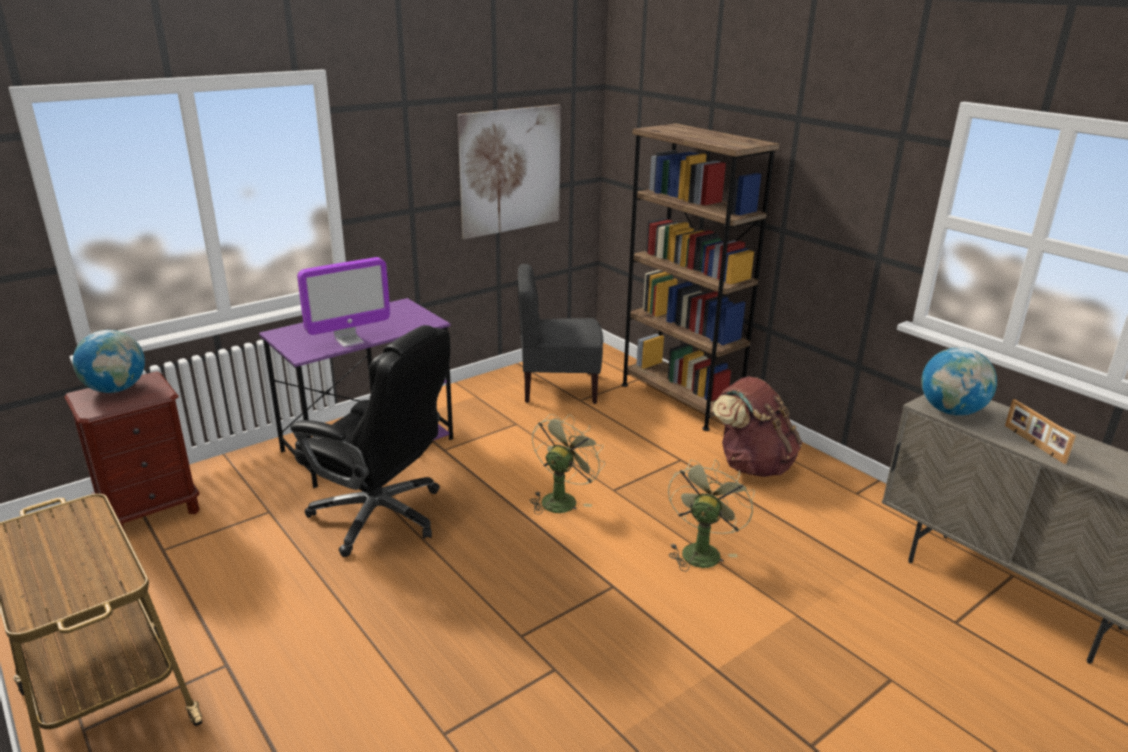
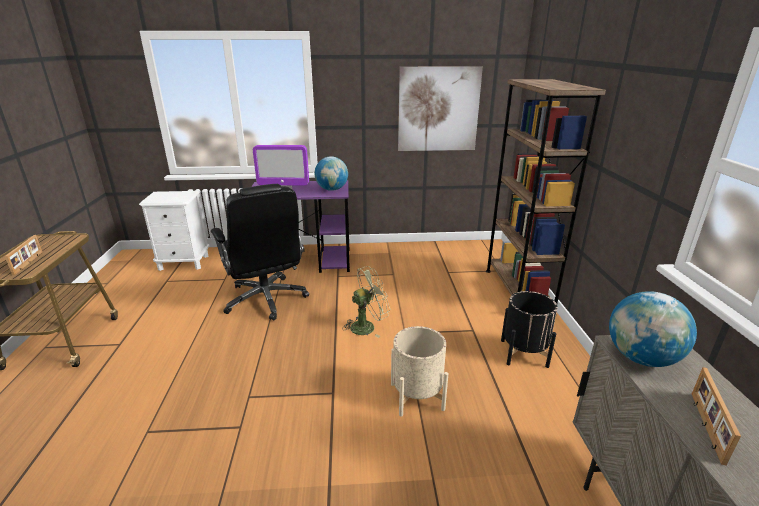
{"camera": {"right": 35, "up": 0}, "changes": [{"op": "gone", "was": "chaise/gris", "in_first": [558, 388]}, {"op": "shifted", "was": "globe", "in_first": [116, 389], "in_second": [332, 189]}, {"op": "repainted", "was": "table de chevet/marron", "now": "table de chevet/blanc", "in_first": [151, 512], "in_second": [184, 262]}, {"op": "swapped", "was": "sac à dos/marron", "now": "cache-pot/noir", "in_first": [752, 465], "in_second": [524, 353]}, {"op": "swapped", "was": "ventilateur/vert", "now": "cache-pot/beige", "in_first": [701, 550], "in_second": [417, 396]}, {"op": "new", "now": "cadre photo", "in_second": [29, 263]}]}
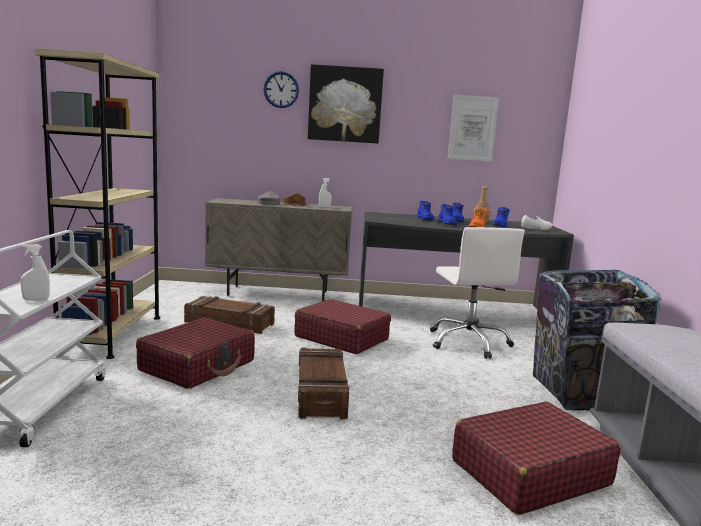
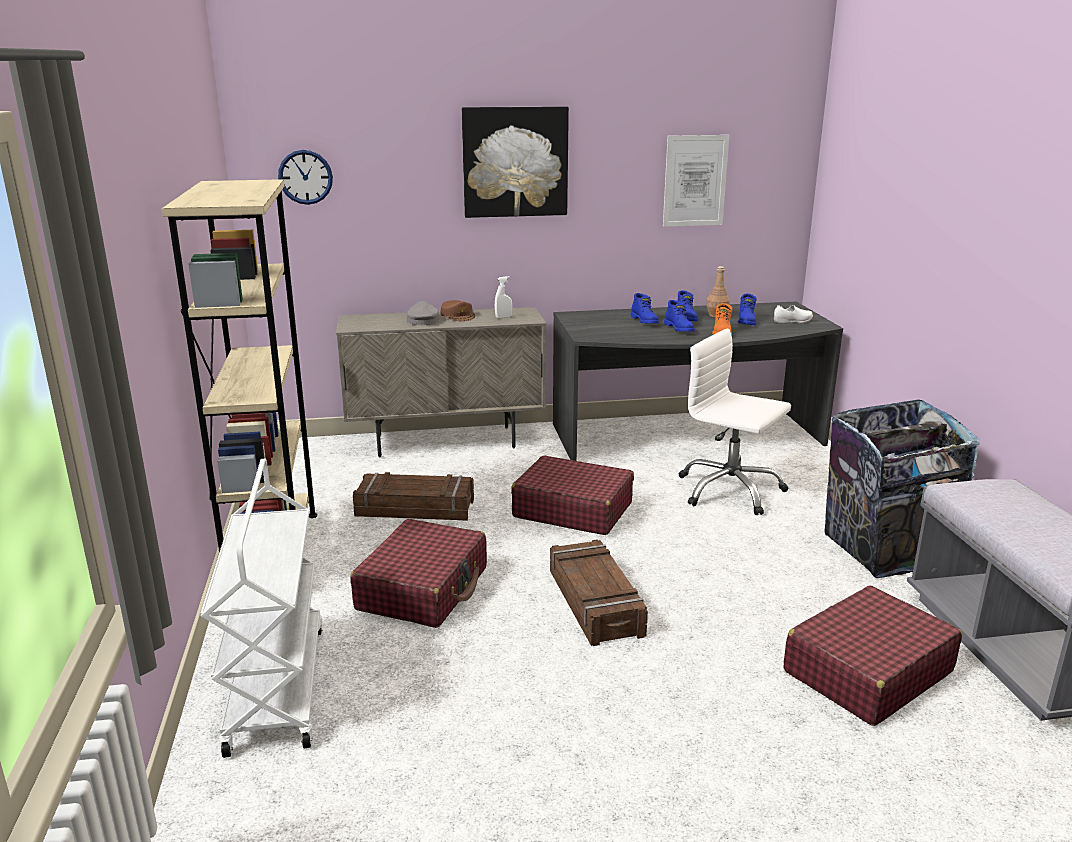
{"camera": {"right": -10, "up": 10}, "changes": [{"op": "shifted", "was": "horloge murale", "in_first": [281, 89], "in_second": [305, 177]}, {"op": "rotated", "was": "chaise de bureau/blanc", "in_first": [469, 342], "in_second": [729, 490], "clockwise": 150}, {"op": "gone", "was": "vaporisateur/blanc", "in_first": [36, 299]}]}
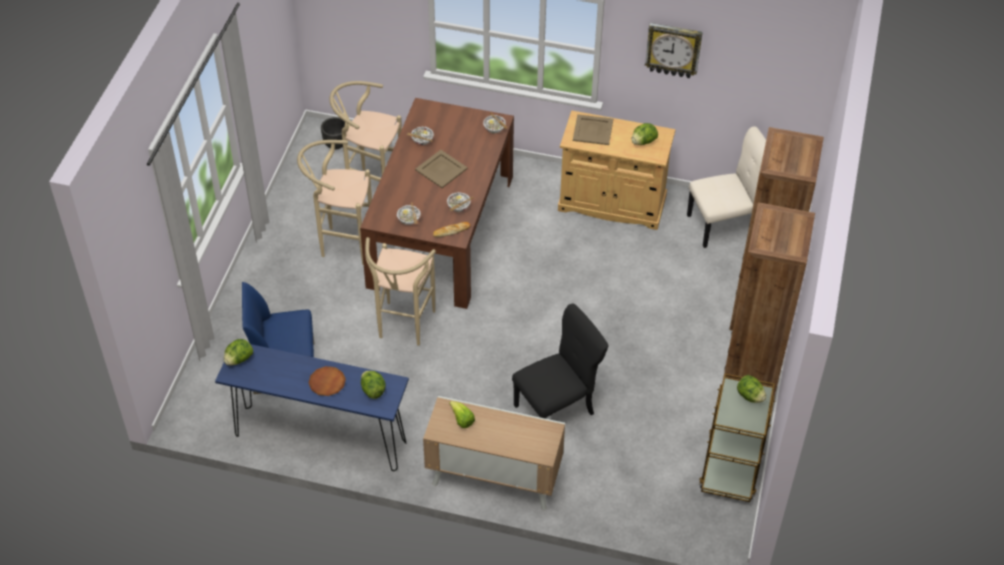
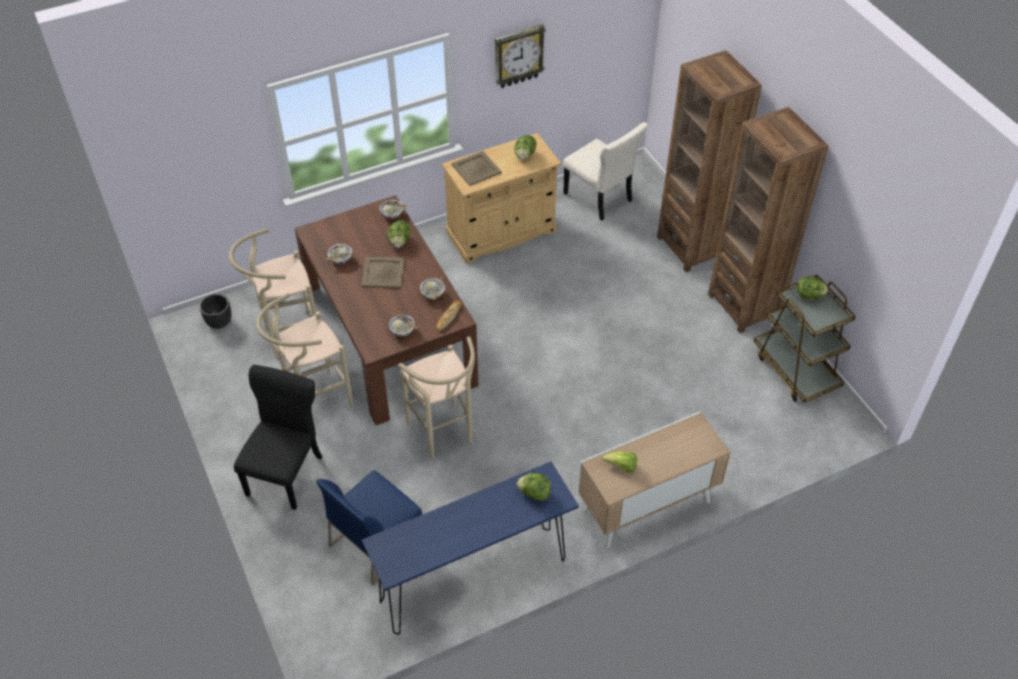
{"camera": {"right": -40, "up": 0}, "changes": [{"op": "rotated", "was": "chaise/beige", "in_first": [725, 225], "in_second": [599, 198], "clockwise": 105}, {"op": "shifted", "was": "chaise/noir", "in_first": [557, 408], "in_second": [286, 473]}, {"op": "shifted", "was": "laitue", "in_first": [239, 359], "in_second": [399, 242]}, {"op": "gone", "was": "assiette/marron", "in_first": [327, 383]}]}
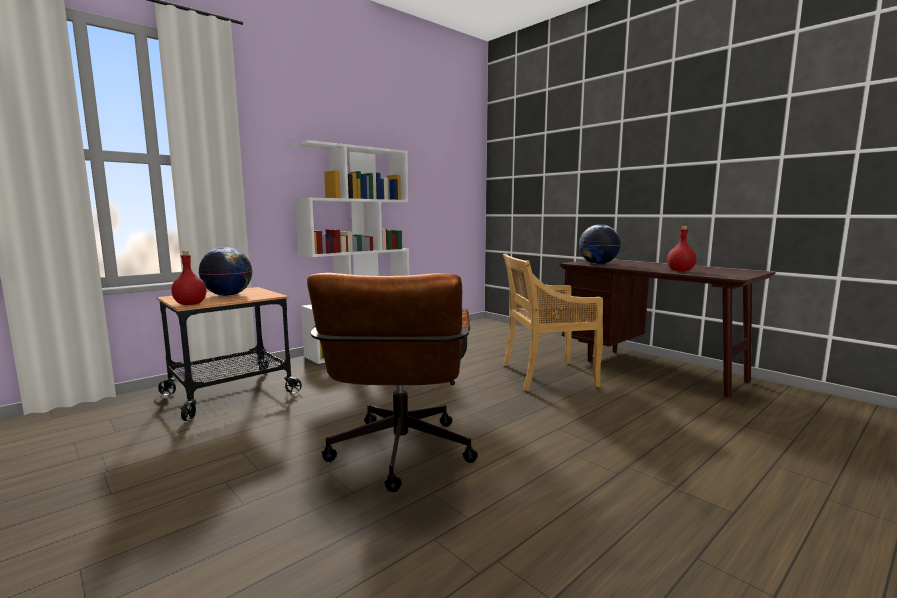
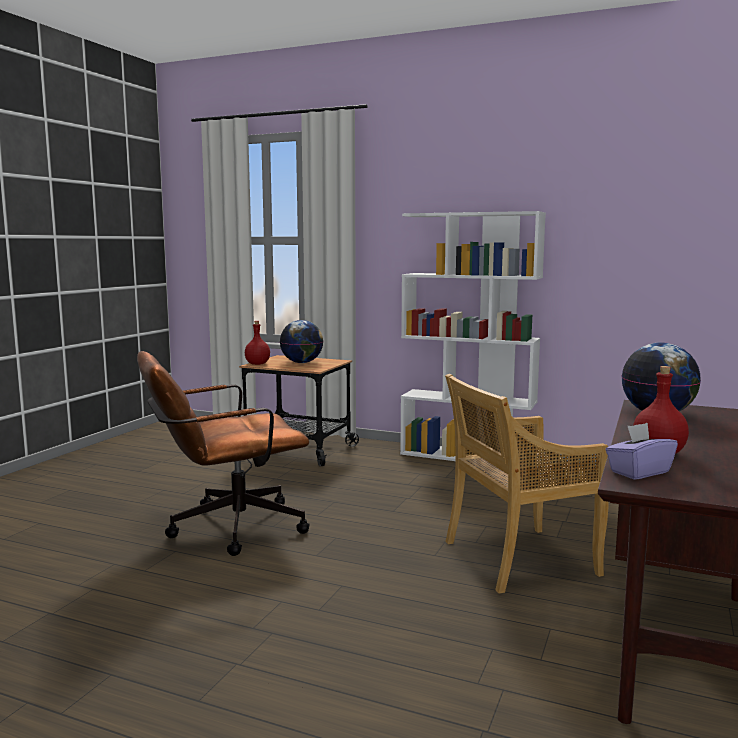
{"camera": {"right": 65, "up": 0}, "changes": [{"op": "rotated", "was": "chaise/beige", "in_first": [546, 375], "in_second": [517, 559], "clockwise": -75}, {"op": "new", "now": "boîte à mouchoirs/violet", "in_second": [639, 472]}]}
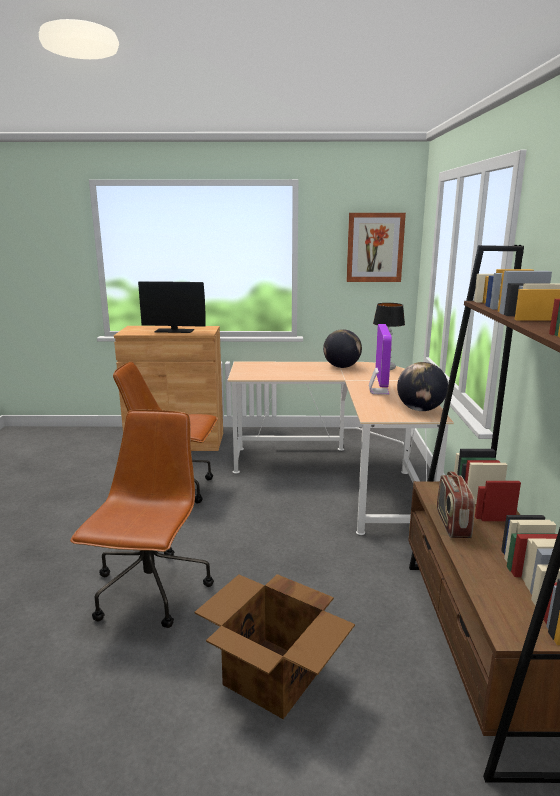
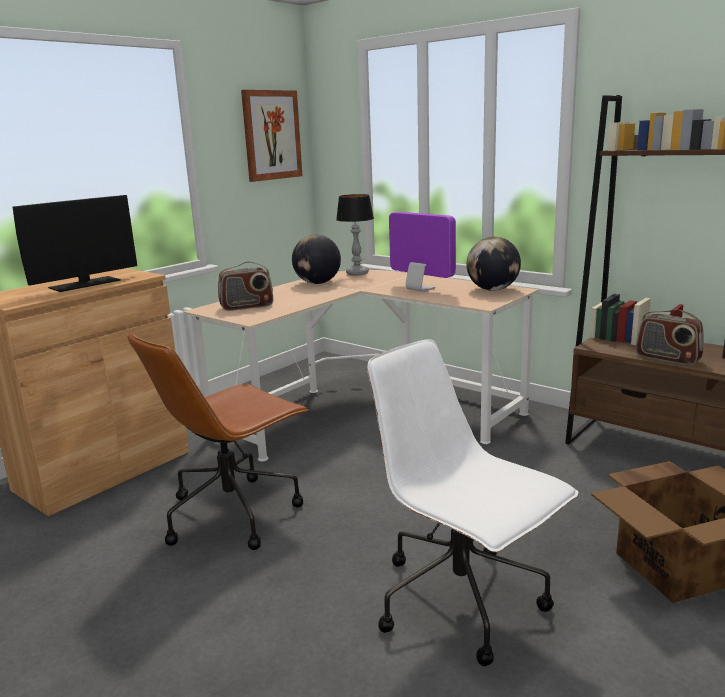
{"camera": {"right": -50, "up": 0}, "changes": [{"op": "repainted", "was": "chaise de bureau/marron", "now": "chaise de bureau/blanc", "in_first": [150, 592], "in_second": [463, 602]}, {"op": "new", "now": "radio", "in_second": [247, 306]}]}
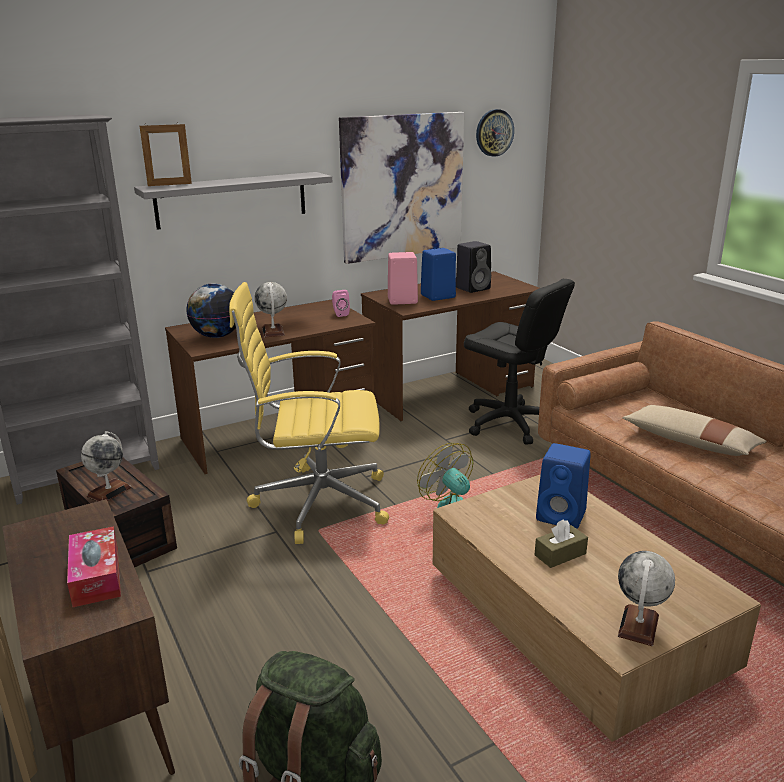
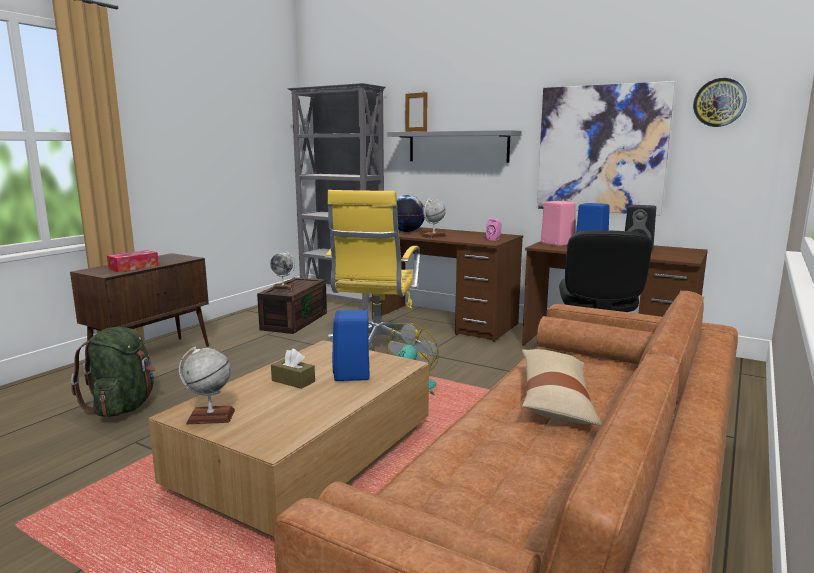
{"camera": {"right": 60, "up": -10}, "changes": [{"op": "rotated", "was": "chaise de bureau/jaune", "in_first": [317, 502], "in_second": [376, 349], "clockwise": -135}]}
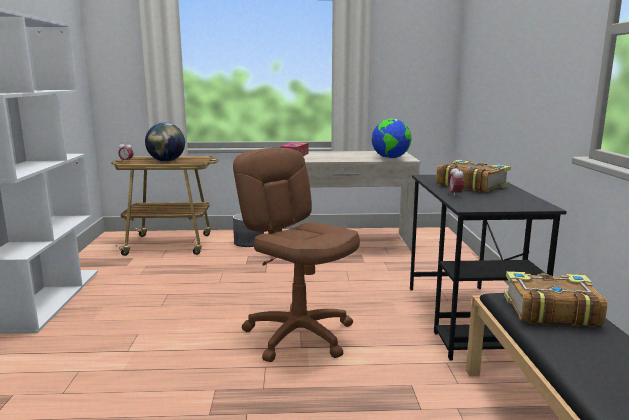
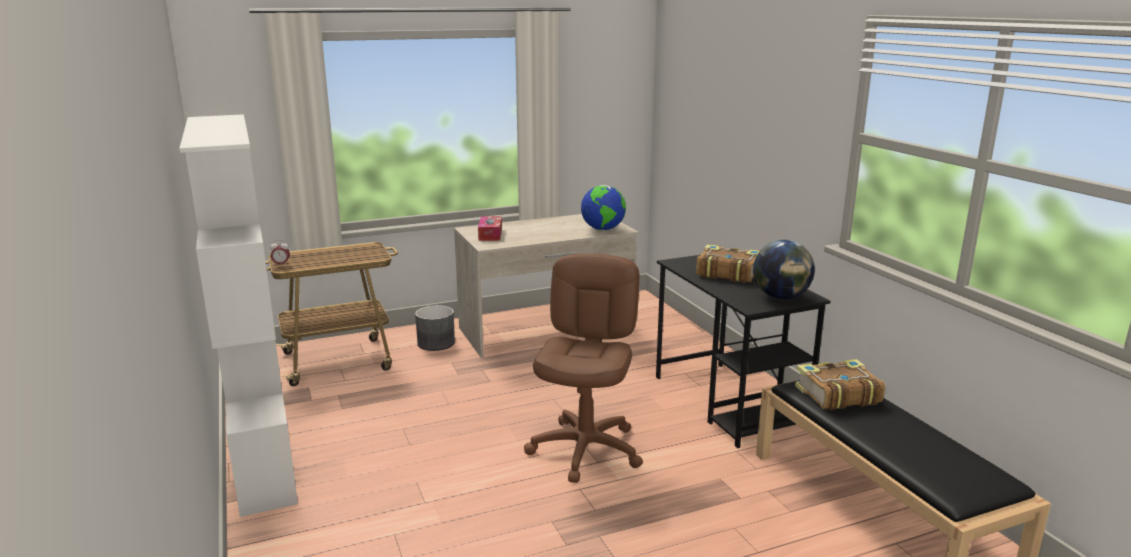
{"camera": {"right": -20, "up": 5}, "changes": [{"op": "shifted", "was": "globe", "in_first": [166, 161], "in_second": [781, 297]}, {"op": "rotated", "was": "chaise de bureau/marron", "in_first": [299, 335], "in_second": [586, 450], "clockwise": 75}, {"op": "gone", "was": "réveil", "in_first": [455, 195]}]}
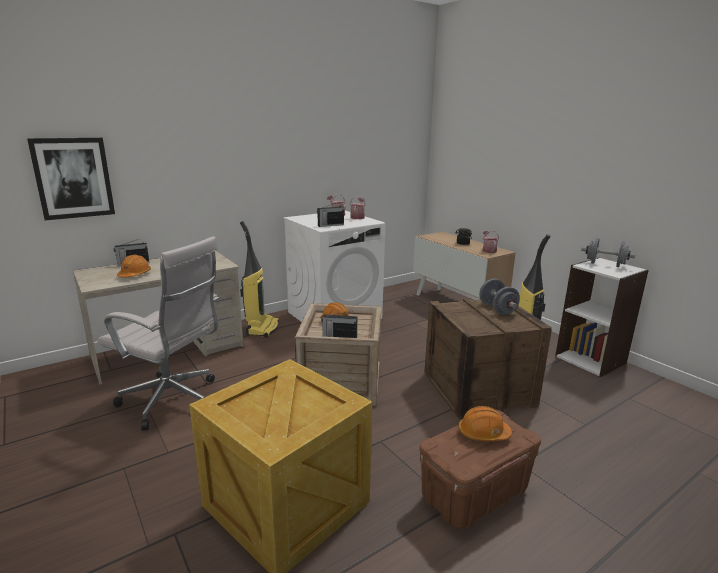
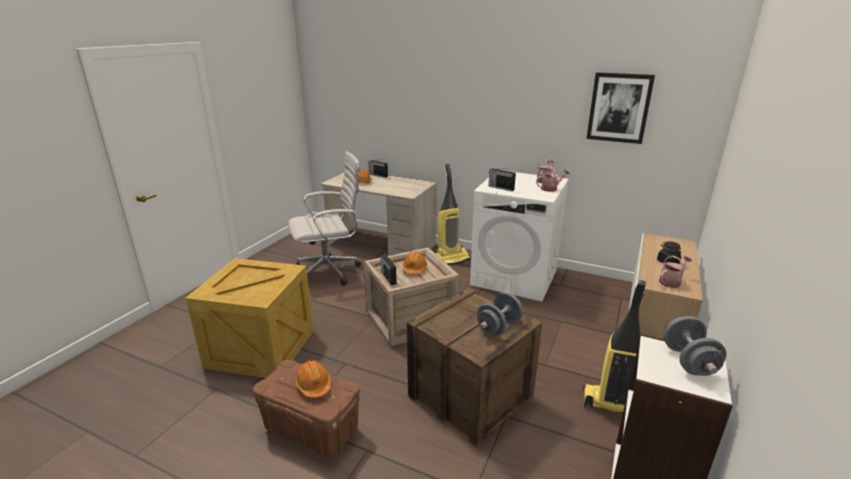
{"camera": {"right": 60, "up": 5}, "changes": [{"op": "shifted", "was": "tableau", "in_first": [73, 178], "in_second": [619, 108]}, {"op": "rotated", "was": "chaise de bureau/blanc", "in_first": [173, 401], "in_second": [330, 271], "clockwise": -105}]}
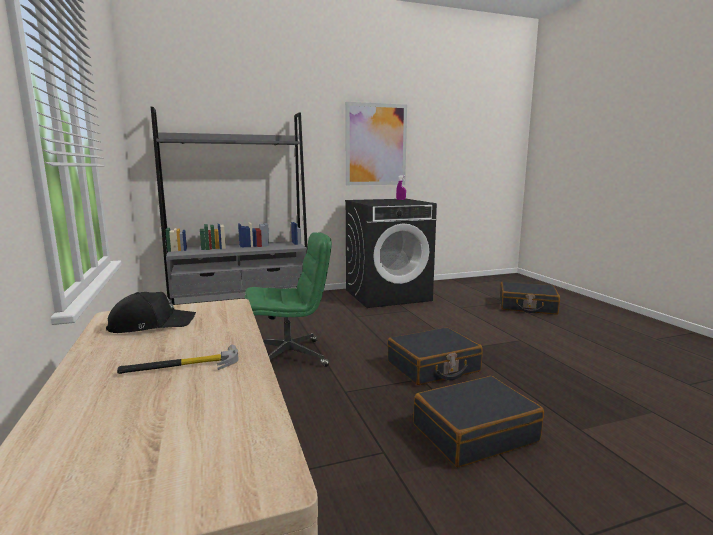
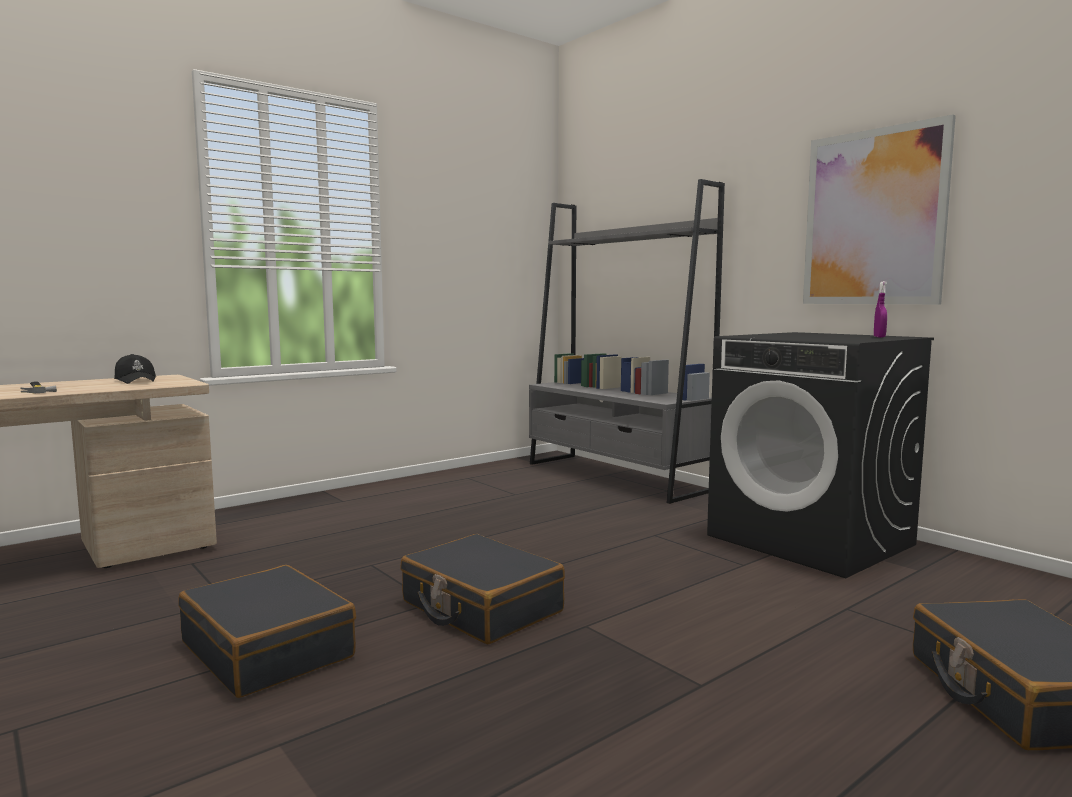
{"camera": {"right": 70, "up": -5}, "changes": [{"op": "gone", "was": "chaise de bureau/vert", "in_first": [290, 356]}]}
